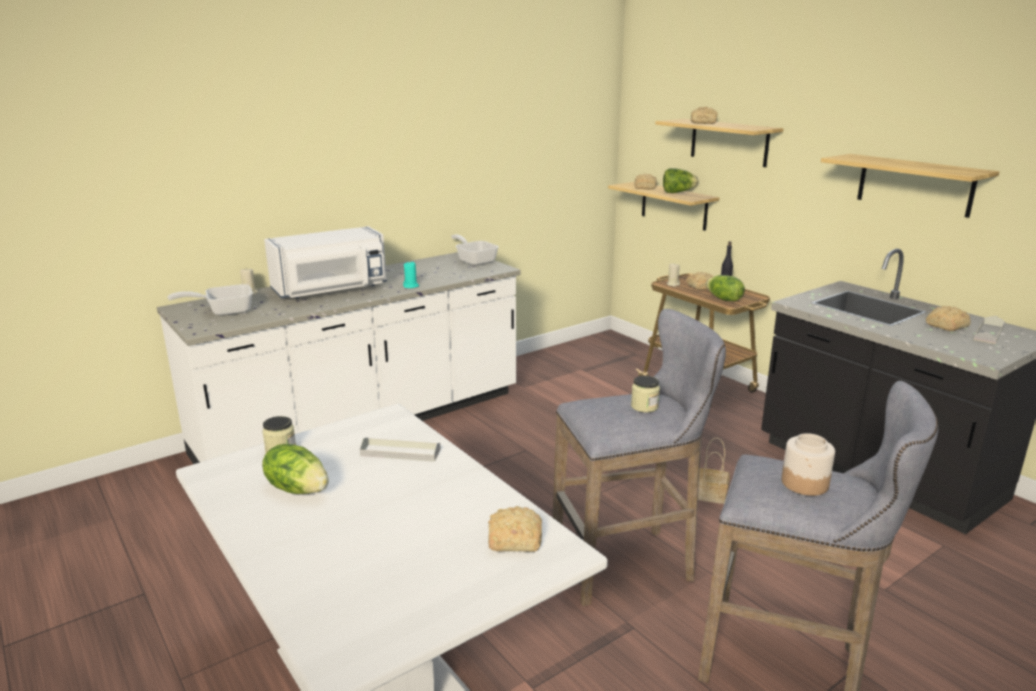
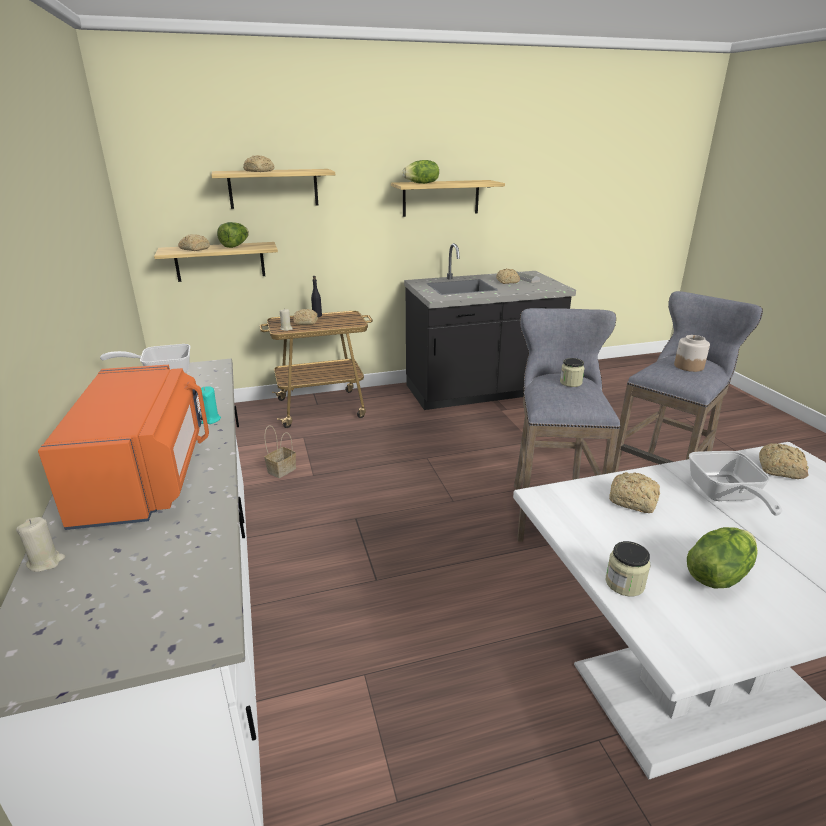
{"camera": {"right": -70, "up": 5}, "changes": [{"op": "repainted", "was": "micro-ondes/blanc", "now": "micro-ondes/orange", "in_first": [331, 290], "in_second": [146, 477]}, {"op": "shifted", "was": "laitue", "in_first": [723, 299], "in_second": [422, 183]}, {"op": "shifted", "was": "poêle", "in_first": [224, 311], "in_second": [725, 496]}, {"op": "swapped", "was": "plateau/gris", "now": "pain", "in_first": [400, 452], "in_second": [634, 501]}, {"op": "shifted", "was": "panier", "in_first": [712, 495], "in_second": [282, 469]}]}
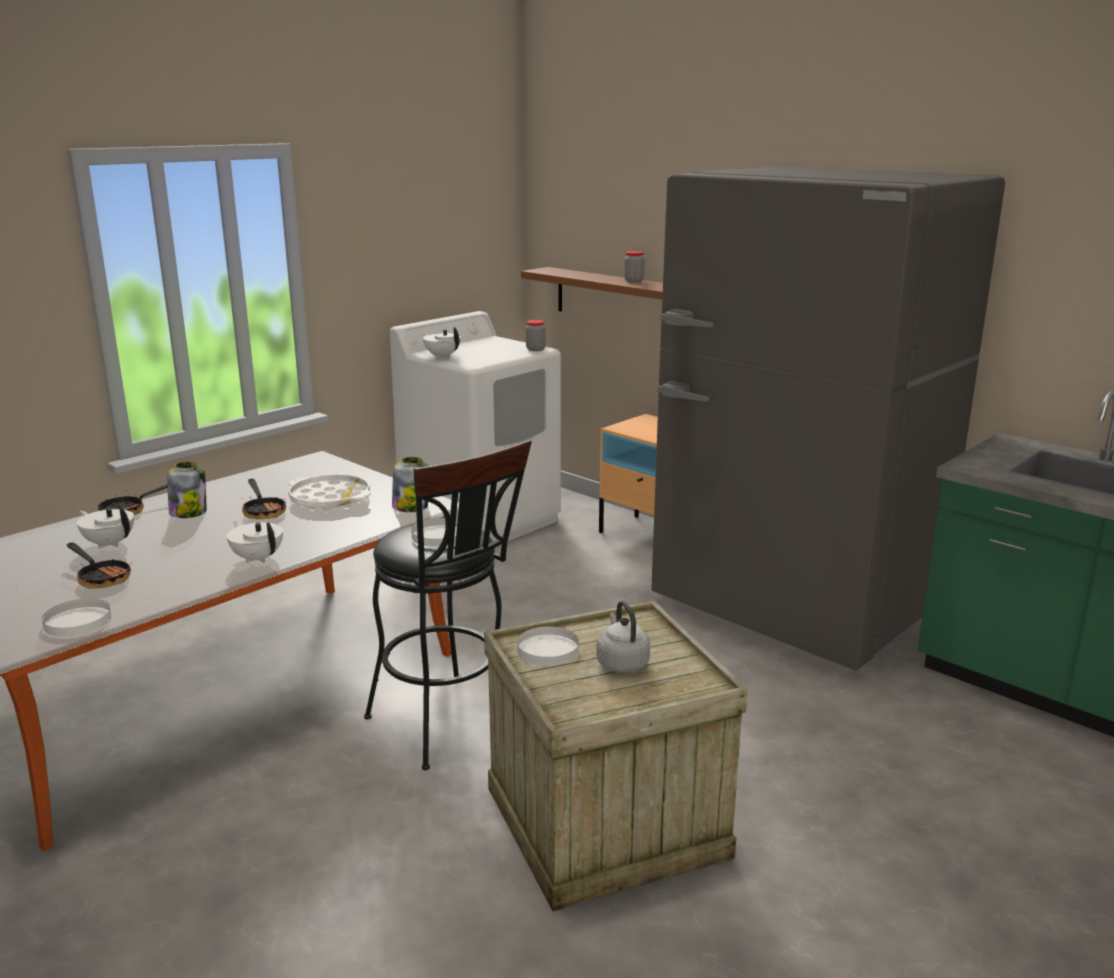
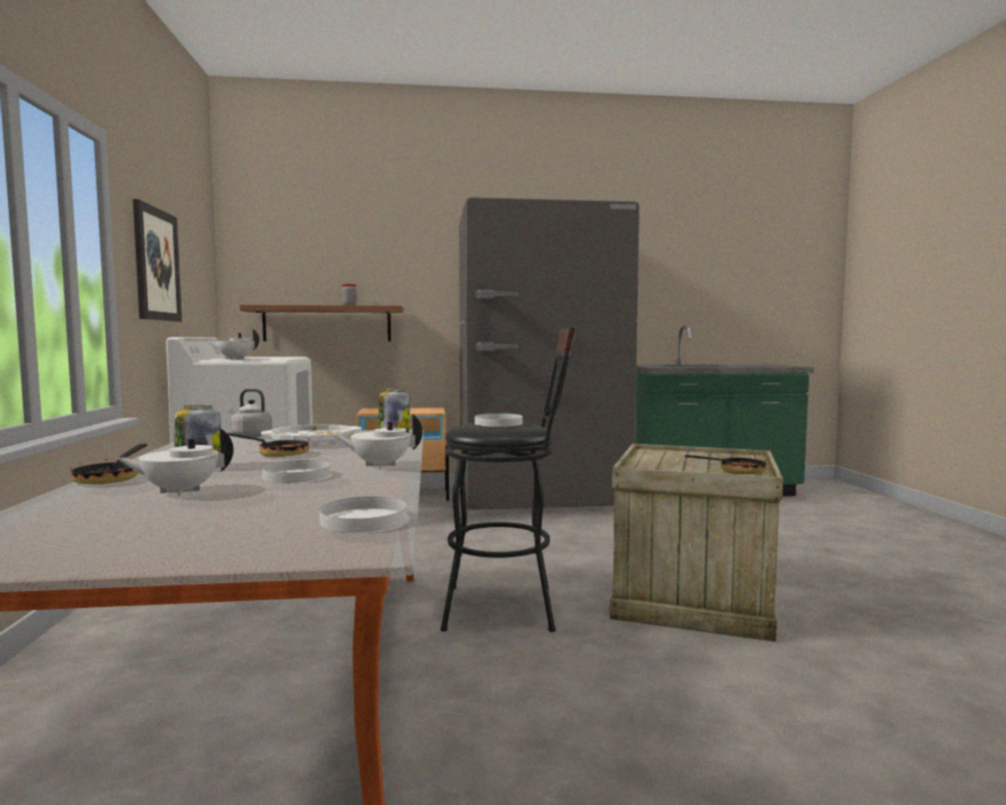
{"camera": {"right": -50, "up": -15}, "changes": [{"op": "gone", "was": "bocal", "in_first": [535, 349]}, {"op": "shifted", "was": "poêle", "in_first": [101, 577], "in_second": [735, 471]}, {"op": "shifted", "was": "bouilloire/gris", "in_first": [621, 662], "in_second": [250, 436]}, {"op": "shifted", "was": "assiette/blanc", "in_first": [547, 649], "in_second": [296, 475]}, {"op": "new", "now": "tableau", "in_second": [156, 265]}]}
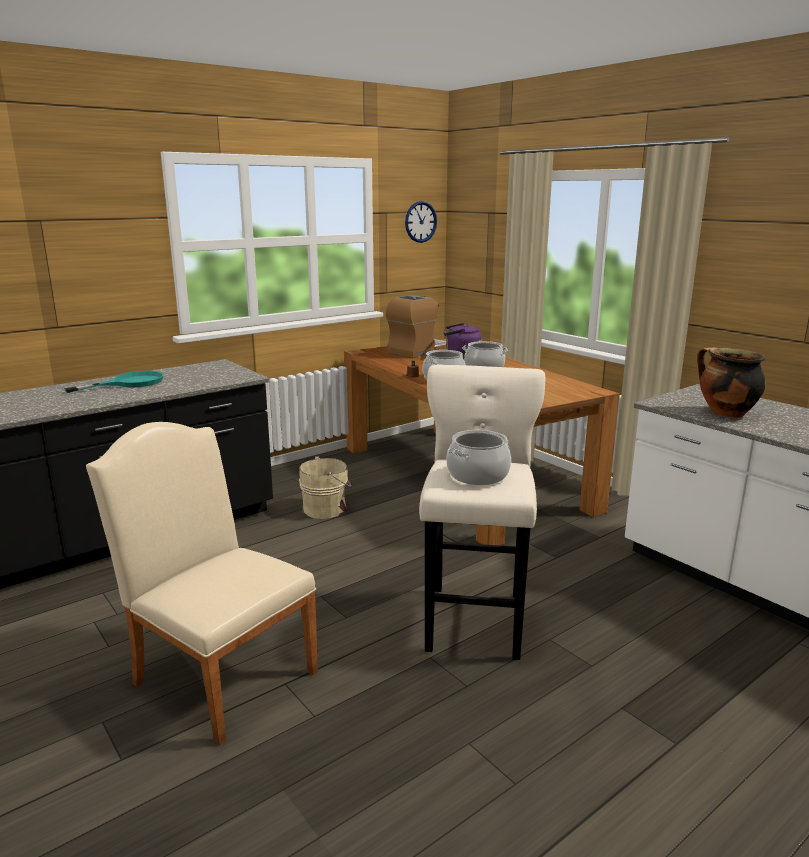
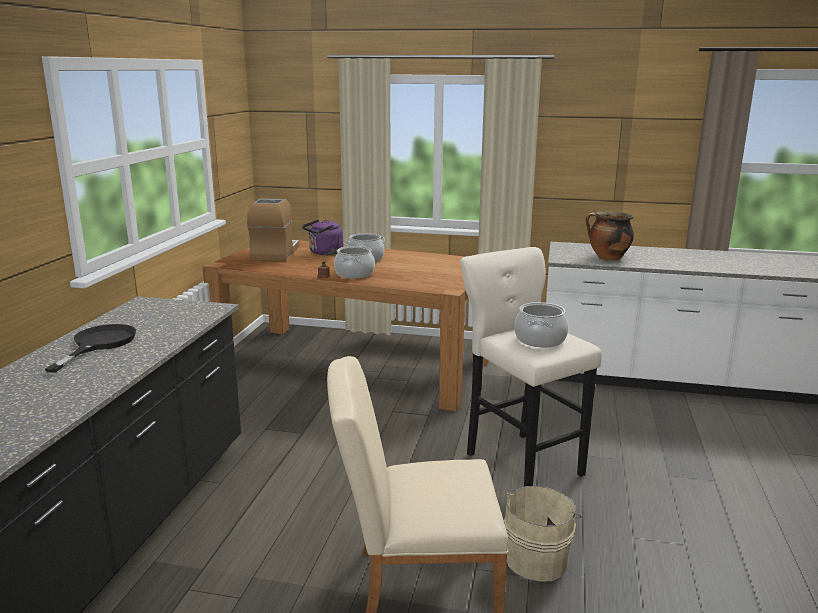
{"camera": {"right": -40, "up": 0}, "changes": [{"op": "gone", "was": "horloge murale", "in_first": [420, 222]}, {"op": "repainted", "was": "poêle/turquoise", "now": "poêle/noir", "in_first": [129, 383], "in_second": [98, 344]}, {"op": "shifted", "was": "seau/beige", "in_first": [327, 508], "in_second": [538, 558]}]}
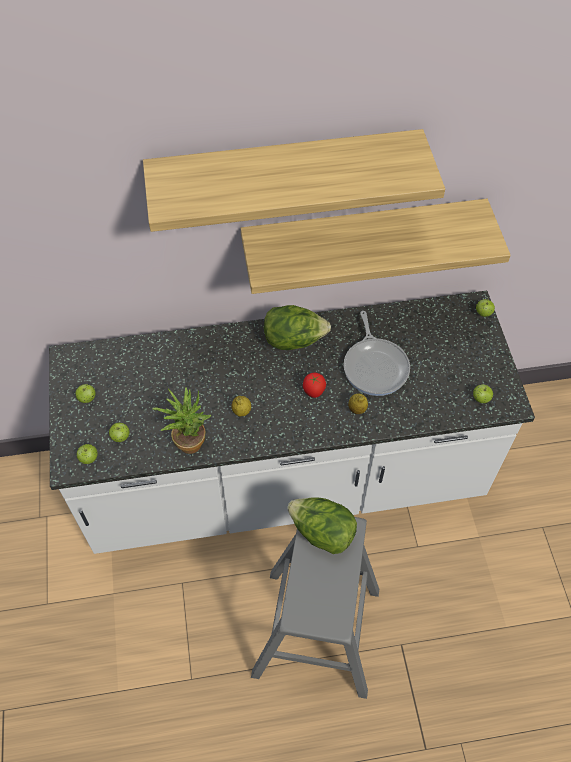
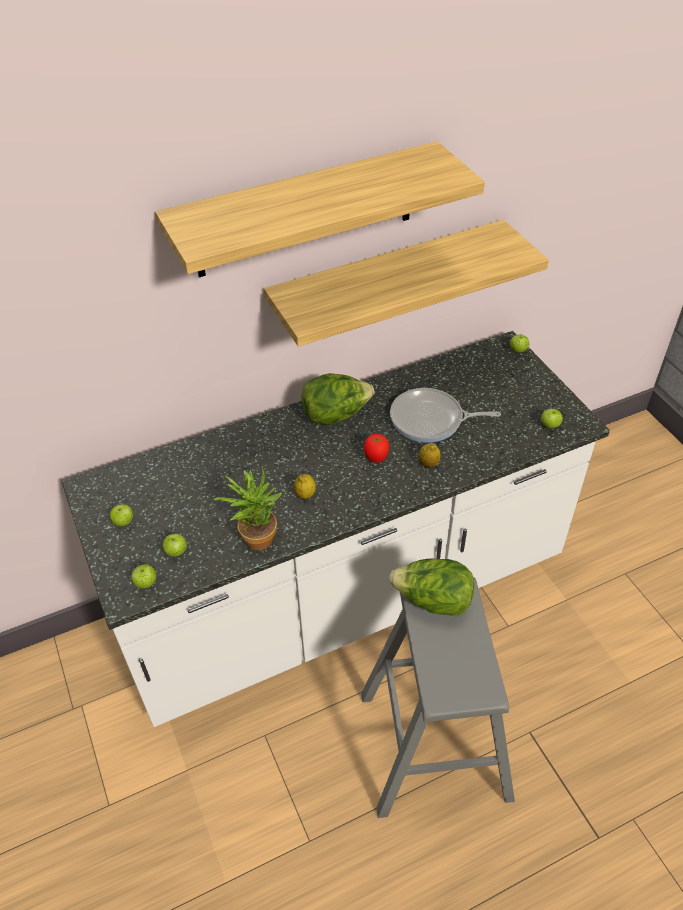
{"camera": {"right": -15, "up": -10}, "changes": [{"op": "rotated", "was": "poêle", "in_first": [375, 366], "in_second": [430, 420], "clockwise": 120}]}
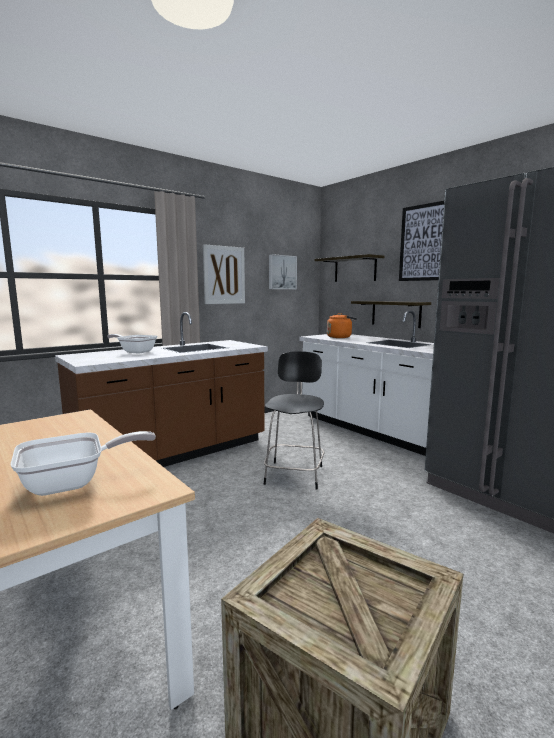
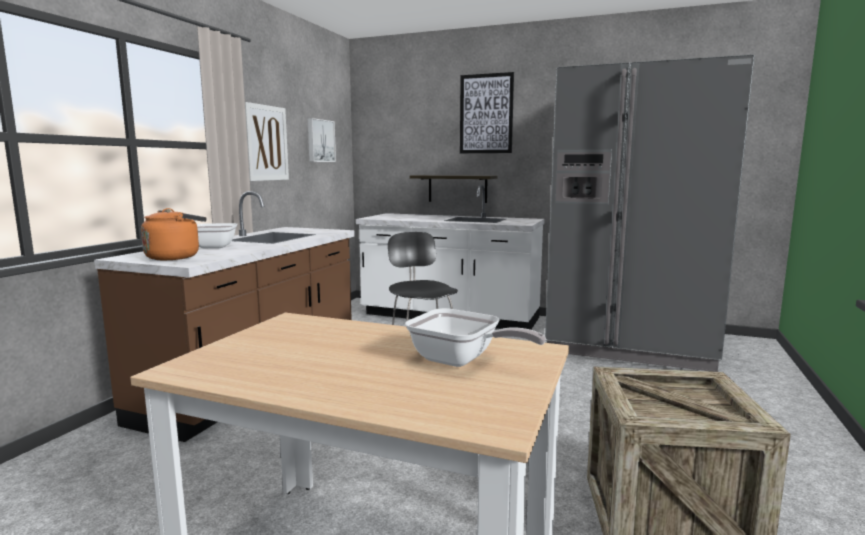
{"camera": {"right": -30, "up": 0}, "changes": [{"op": "gone", "was": "étagère", "in_first": [355, 269]}, {"op": "shifted", "was": "bouilloire/orange", "in_first": [340, 337], "in_second": [176, 257]}, {"op": "rotated", "was": "poêle", "in_first": [73, 483], "in_second": [461, 361], "clockwise": 90}]}
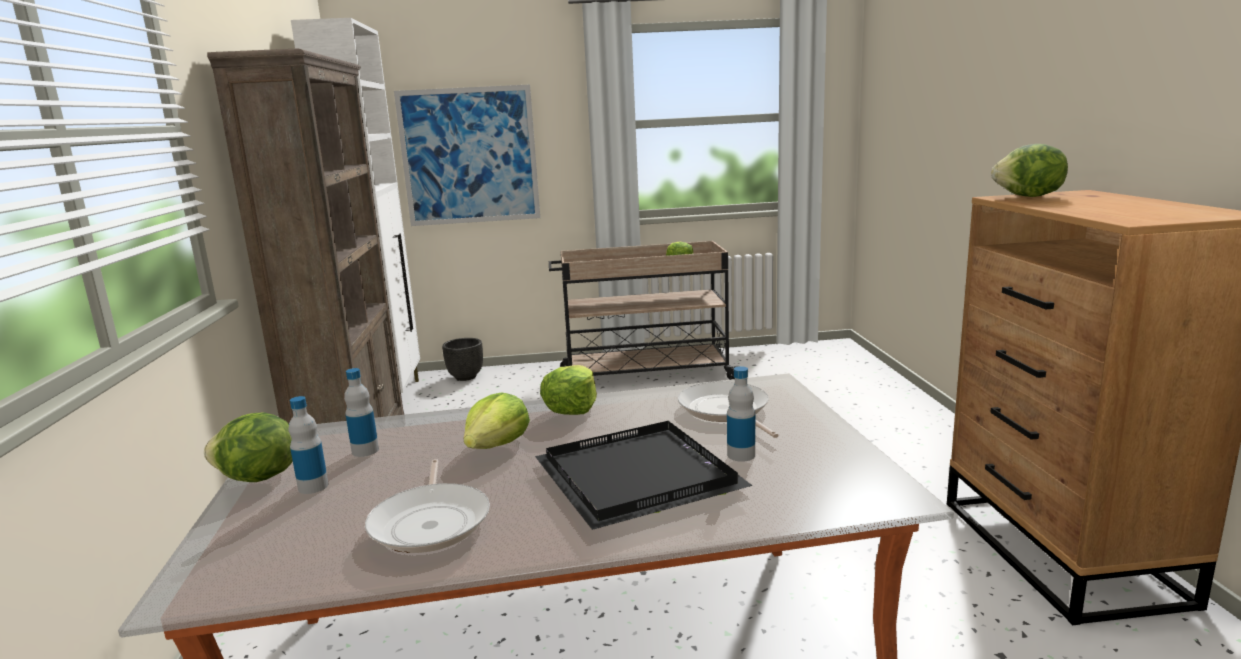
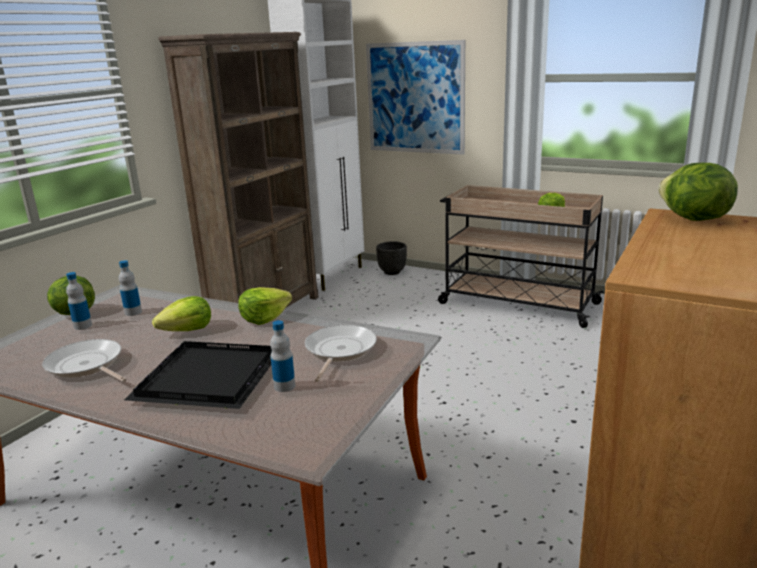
{"camera": {"right": 35, "up": 5}, "changes": [{"op": "rotated", "was": "poêle", "in_first": [431, 522], "in_second": [86, 365], "clockwise": 105}]}
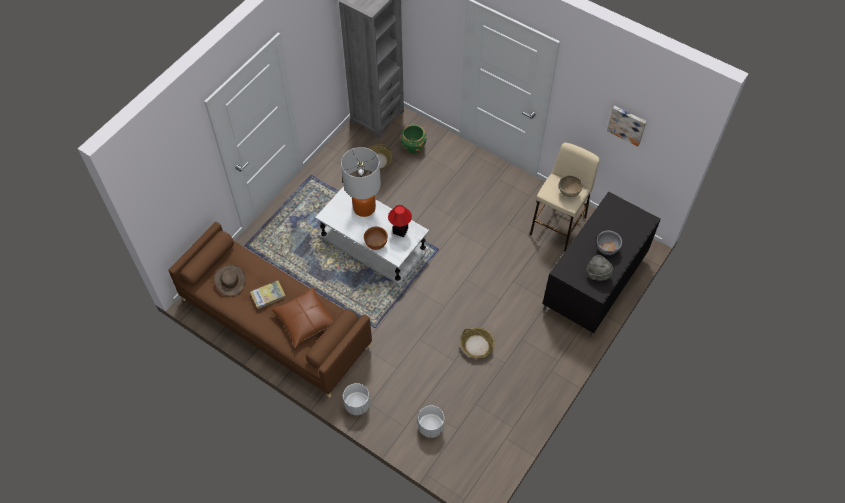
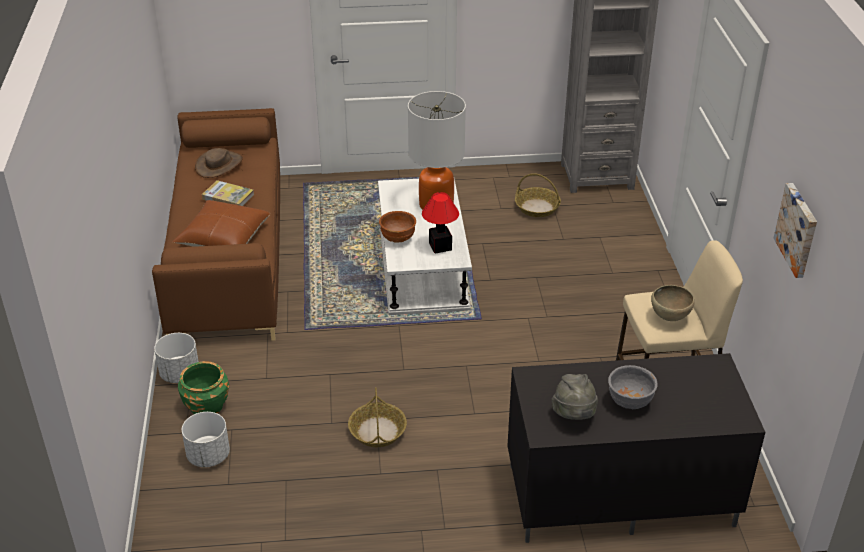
{"camera": {"right": 50, "up": -20}, "changes": [{"op": "shifted", "was": "cache-pot/vert", "in_first": [413, 146], "in_second": [206, 406]}]}
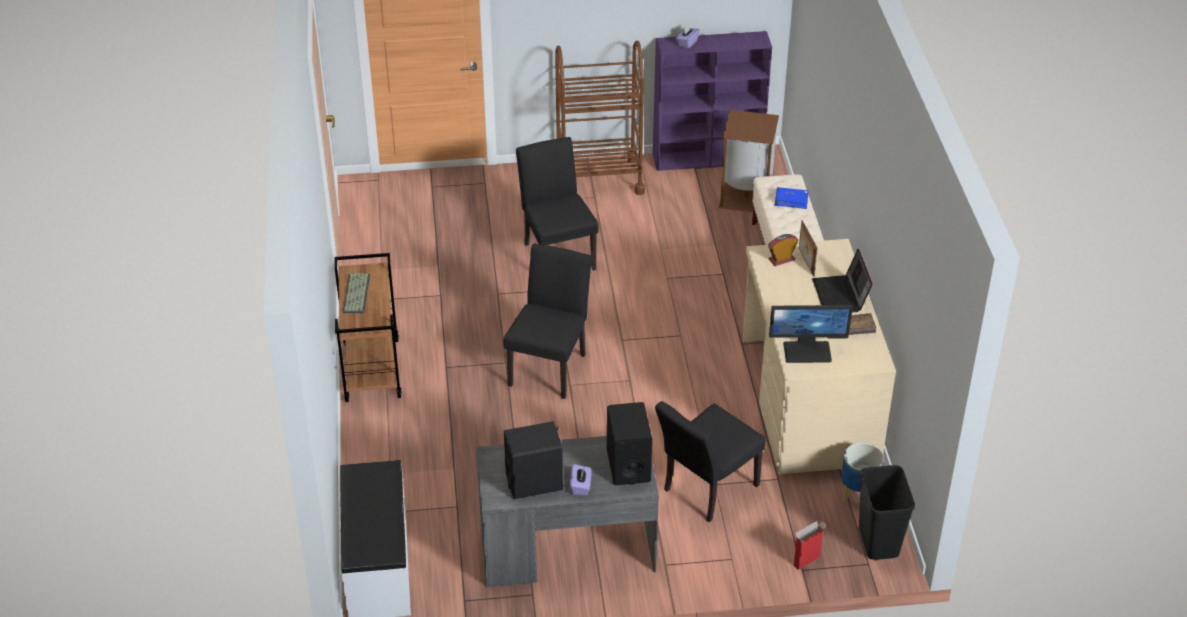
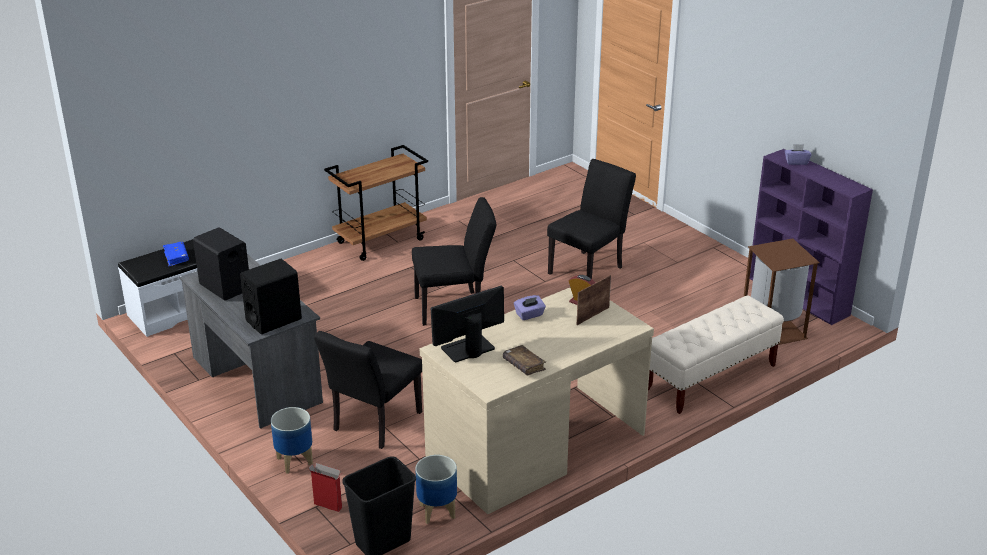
{"camera": {"right": 60, "up": -10}, "changes": [{"op": "gone", "was": "chariot/marron", "in_first": [598, 178]}, {"op": "shifted", "was": "livre/bleu", "in_first": [791, 201], "in_second": [176, 257]}, {"op": "gone", "was": "ordinateur portable", "in_first": [841, 296]}, {"op": "gone", "was": "clavier", "in_first": [355, 293]}, {"op": "rotated", "was": "écran d'ordinateur", "in_first": [807, 351], "in_second": [468, 349], "clockwise": 90}, {"op": "rotated", "was": "chaise/noir", "in_first": [705, 491], "in_second": [373, 425], "clockwise": -75}, {"op": "shifted", "was": "boîte à mouchoirs/violet", "in_first": [580, 486], "in_second": [529, 315]}, {"op": "new", "now": "cache-pot", "in_second": [295, 461]}]}
